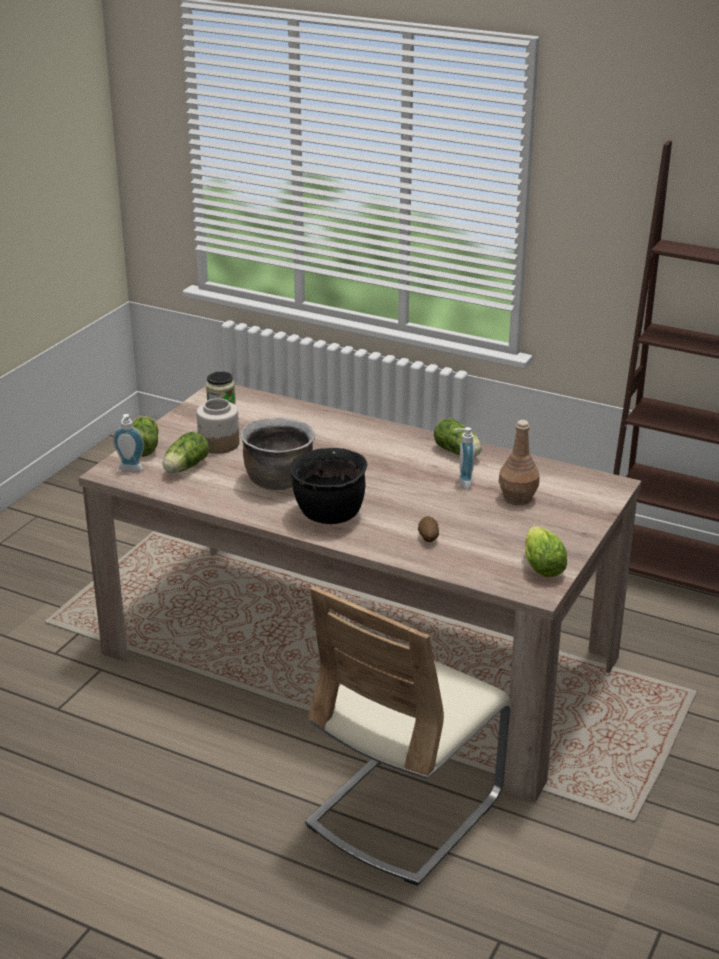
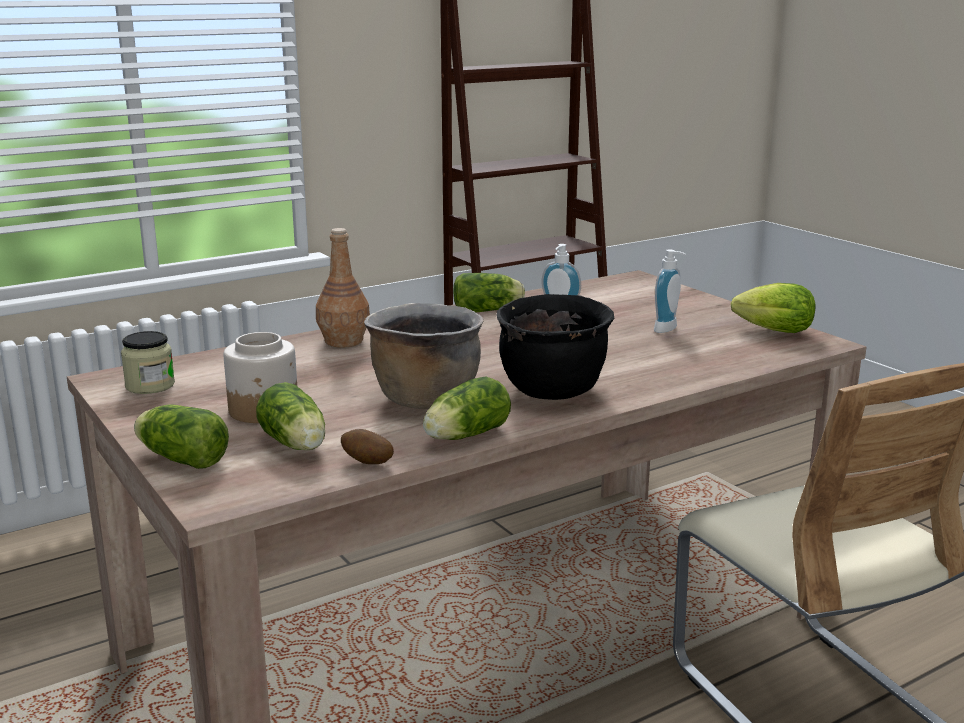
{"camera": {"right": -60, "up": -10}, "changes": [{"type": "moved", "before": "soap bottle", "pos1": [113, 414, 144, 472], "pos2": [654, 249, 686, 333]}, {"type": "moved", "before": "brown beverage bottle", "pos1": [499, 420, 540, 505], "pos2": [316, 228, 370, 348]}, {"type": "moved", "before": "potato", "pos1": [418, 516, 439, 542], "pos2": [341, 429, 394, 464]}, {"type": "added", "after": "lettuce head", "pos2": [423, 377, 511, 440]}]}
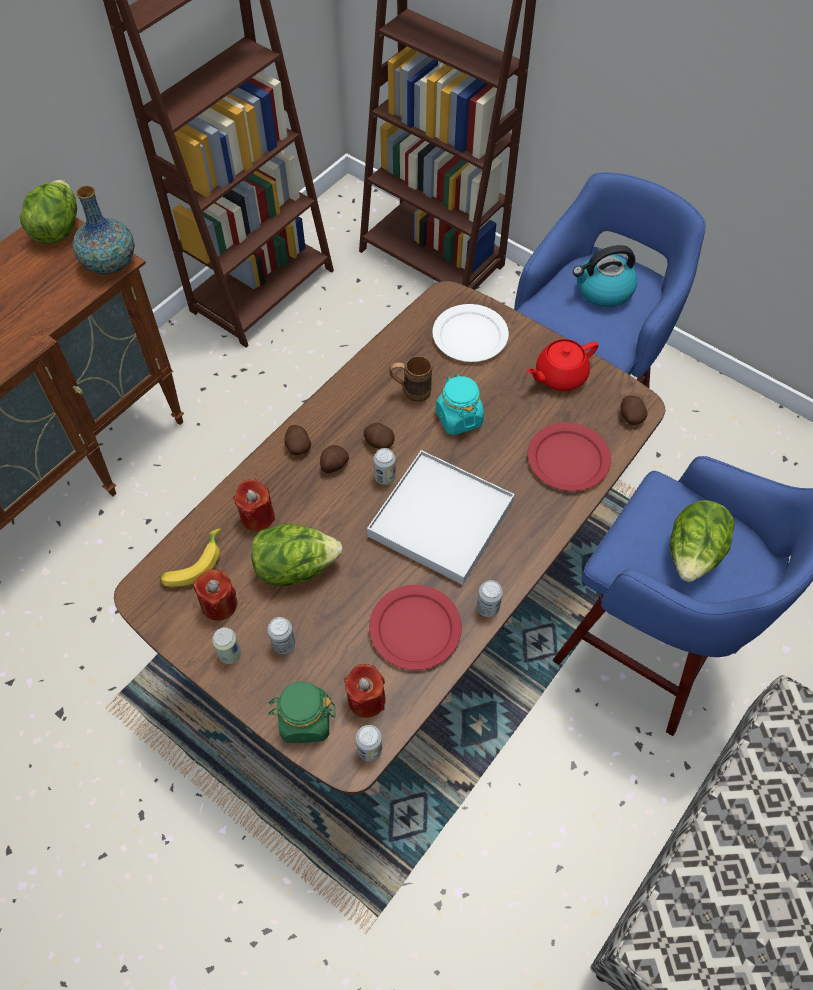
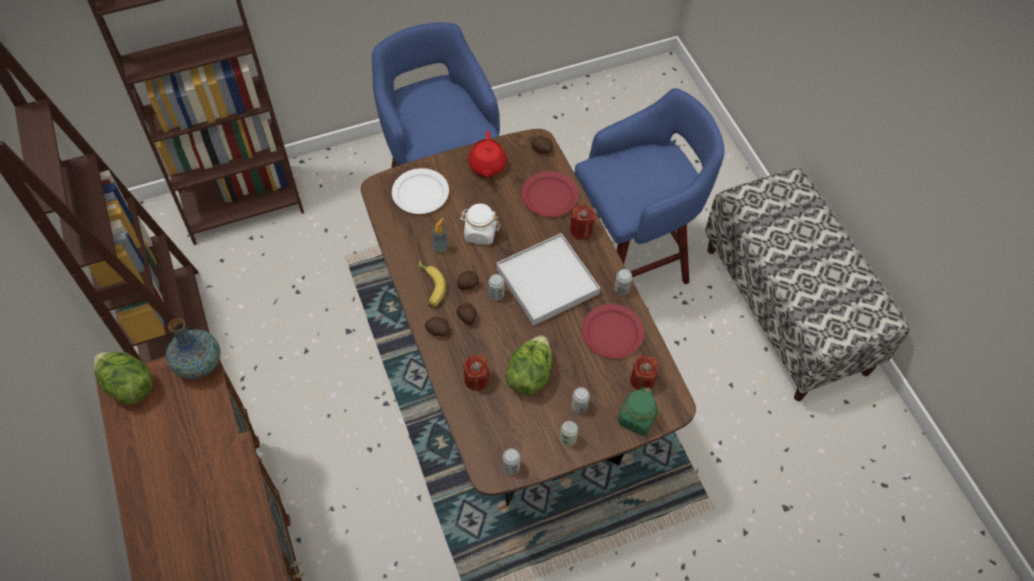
{"camera": {"right": -60, "up": 0}, "changes": [{"type": "removed", "before": "tea kettle", "pos1": [573, 245, 637, 307]}, {"type": "replaced", "before": "brown tea mug", "after": "soap bottle", "pos1": [389, 356, 432, 402], "pos2": [432, 218, 449, 253]}, {"type": "recoloured", "before": "turquoise preserve jar", "after": "white-coloured preserve jar", "pos1": [436, 374, 484, 435], "pos2": [460, 203, 500, 245]}, {"type": "removed", "before": "lettuce head", "pos1": [670, 500, 735, 582]}, {"type": "moved", "before": "banana", "pos1": [159, 528, 221, 587], "pos2": [419, 261, 446, 307]}, {"type": "moved", "before": "red-coloured wax light", "pos1": [193, 569, 237, 620], "pos2": [570, 204, 595, 240]}, {"type": "moved", "before": "can", "pos1": [356, 725, 382, 762], "pos2": [503, 448, 520, 475]}]}
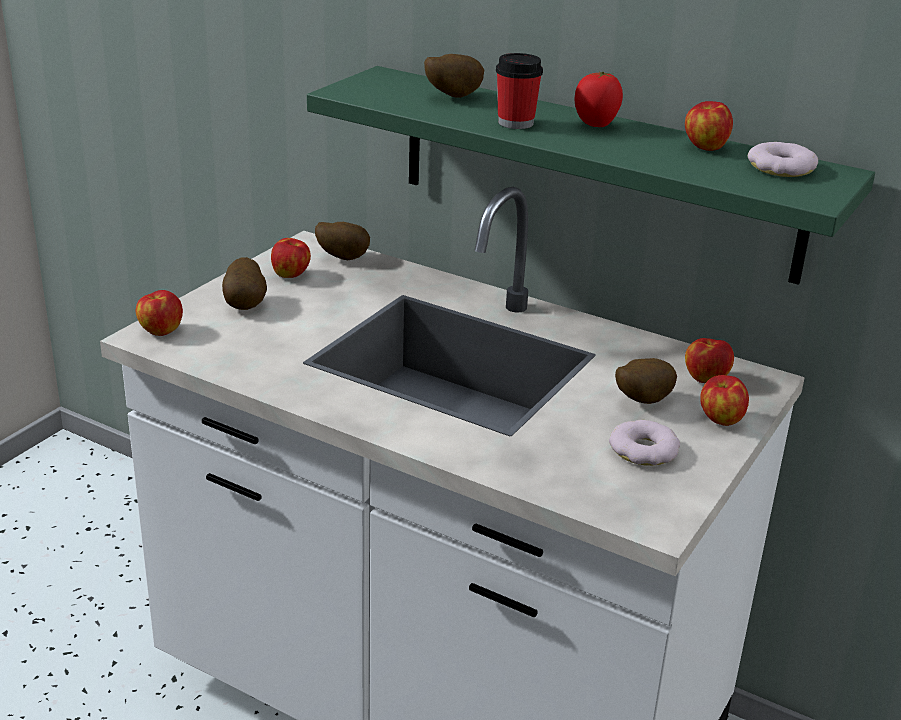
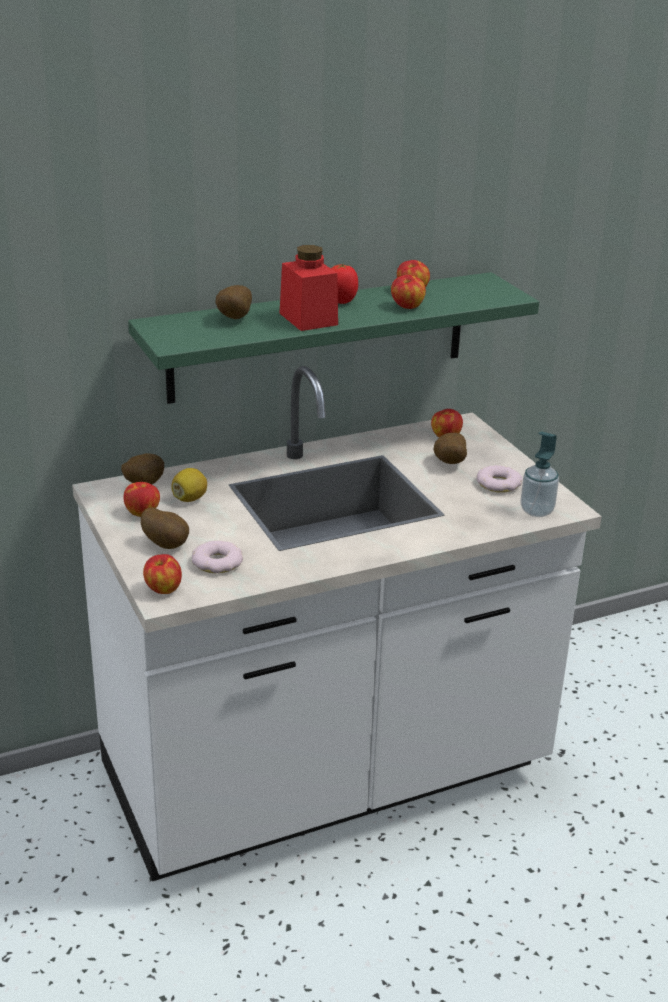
{"camera": {"right": -55, "up": 0}, "changes": [{"type": "replaced", "before": "drinking cup", "after": "red-coloured preserve jar", "pos1": [496, 53, 543, 129], "pos2": [279, 245, 338, 331]}, {"type": "moved", "before": "ring doughnut", "pos1": [748, 142, 818, 177], "pos2": [192, 541, 243, 573]}, {"type": "moved", "before": "apple", "pos1": [700, 375, 749, 426], "pos2": [391, 275, 426, 309]}, {"type": "added", "after": "soap bottle", "pos2": [521, 432, 559, 517]}, {"type": "added", "after": "citrus fruit", "pos2": [171, 468, 207, 502]}]}
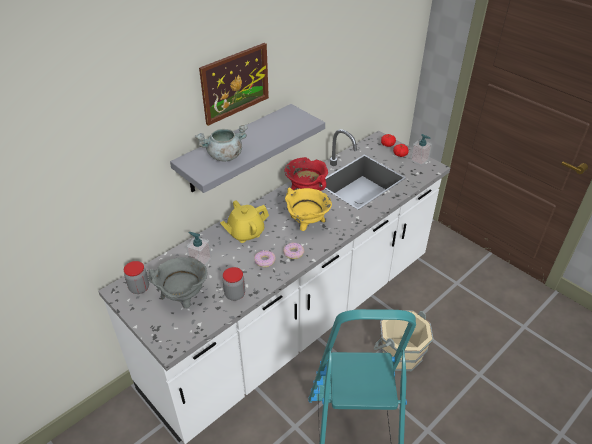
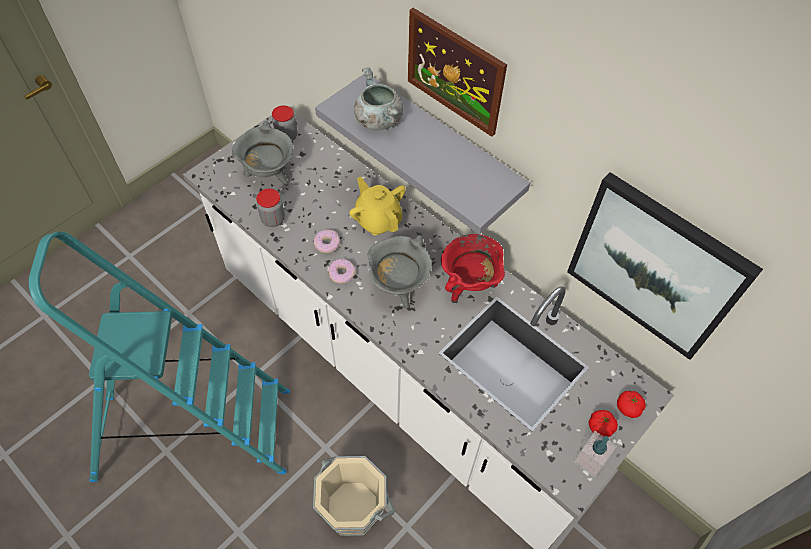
{"camera": {"right": 85, "up": 15}, "changes": [{"type": "recoloured", "before": "yellow saucepot", "after": "greyish saucepot", "pos1": [285, 188, 332, 231], "pos2": [367, 236, 432, 309]}, {"type": "removed", "before": "soap bottle", "pos1": [186, 232, 212, 266]}, {"type": "added", "after": "wall art", "pos2": [567, 172, 763, 360]}]}
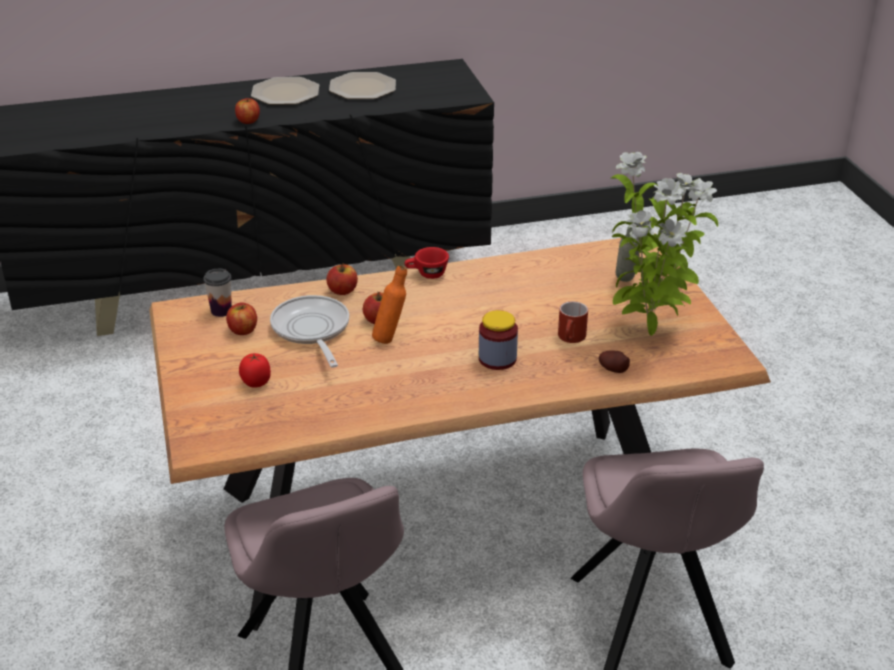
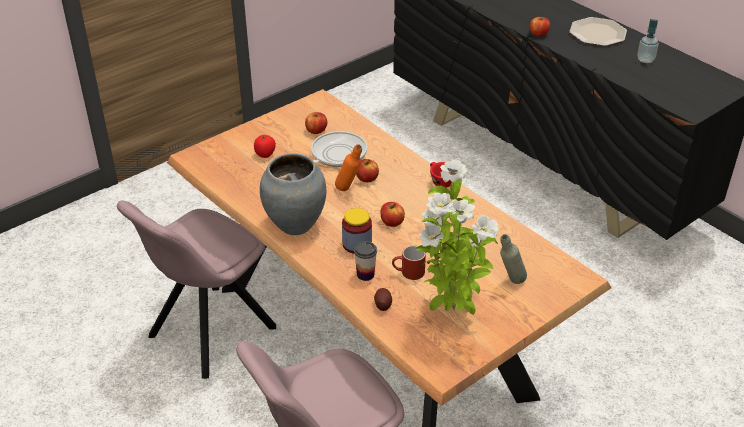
{"camera": {"right": 65, "up": 5}, "changes": [{"type": "replaced", "before": "dinner plate", "after": "soap bottle", "pos1": [329, 72, 396, 99], "pos2": [638, 19, 659, 63]}, {"type": "moved", "before": "apple", "pos1": [326, 263, 358, 295], "pos2": [380, 202, 405, 227]}, {"type": "moved", "before": "drinking cup", "pos1": [203, 268, 232, 317], "pos2": [354, 241, 377, 281]}, {"type": "added", "after": "greyish flower vase", "pos2": [260, 153, 326, 235]}]}
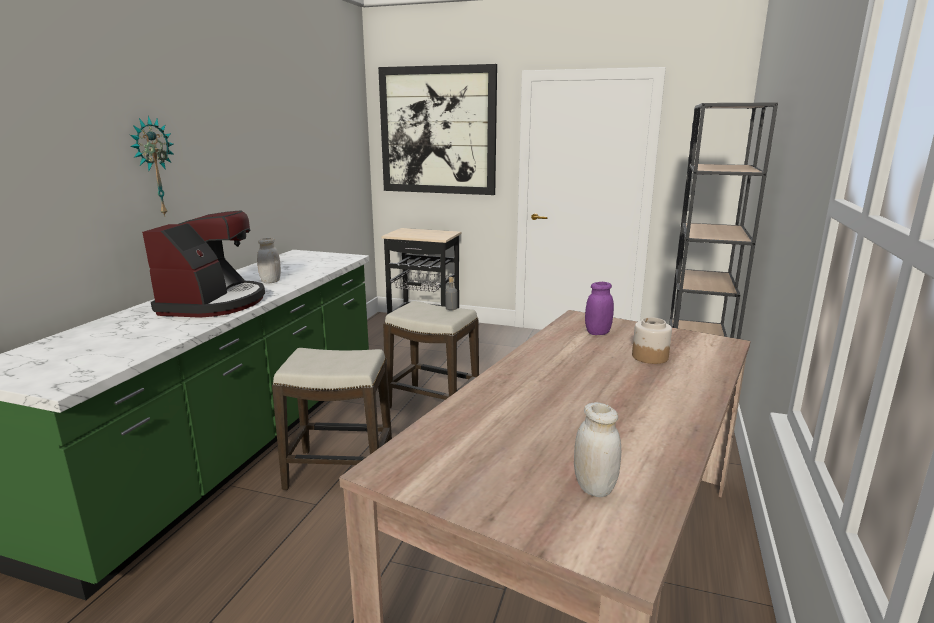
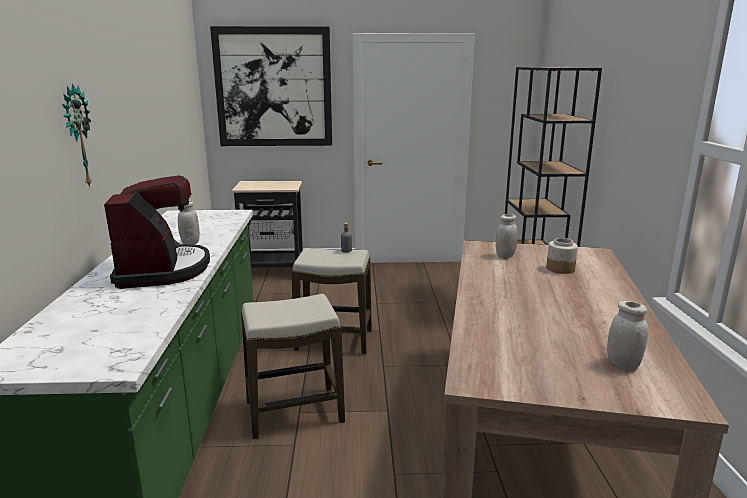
{"camera": {"right": -20, "up": 0}, "changes": [{"type": "recoloured", "before": "purplish preserve jar", "after": "white-coloured preserve jar", "pos1": [585, 282, 614, 335], "pos2": [496, 214, 518, 258]}]}
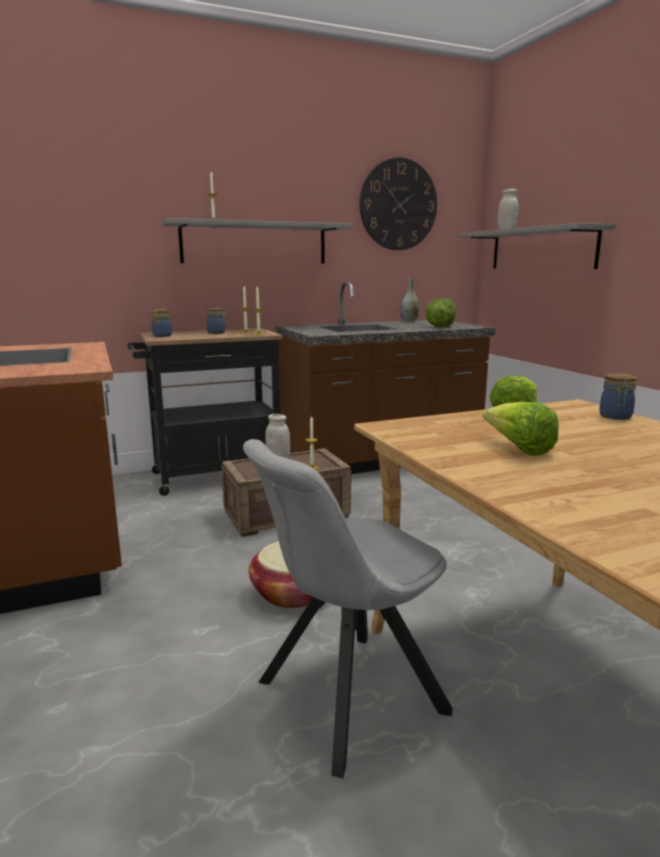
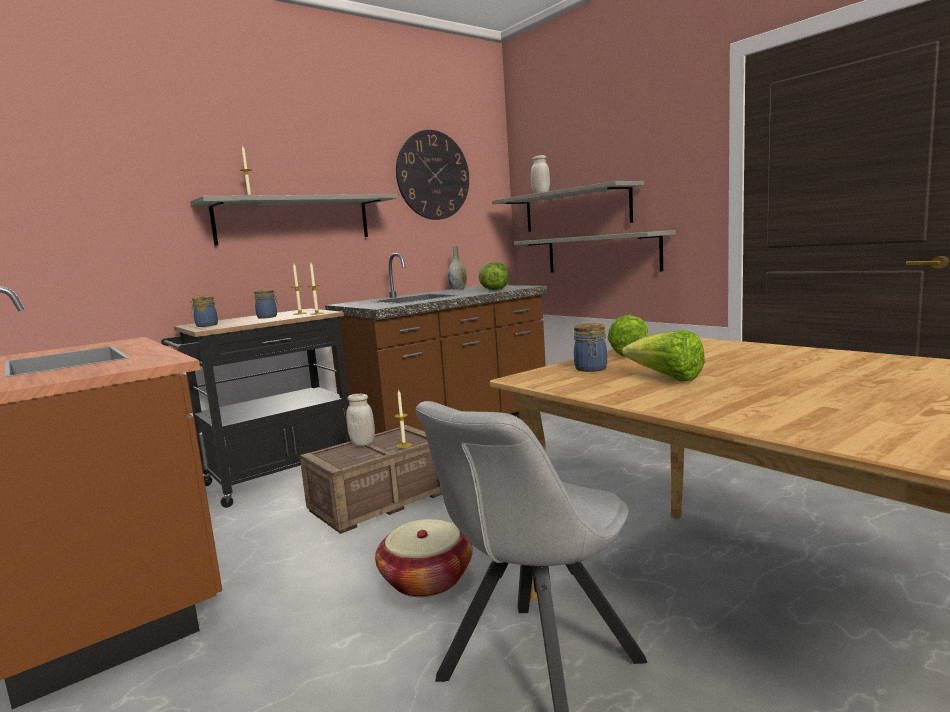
{"camera": {"right": -15, "up": -5}, "changes": [{"type": "moved", "before": "preserve jar", "pos1": [599, 373, 637, 420], "pos2": [574, 323, 607, 372]}, {"type": "added", "after": "greyish bracket shelf", "pos2": [514, 230, 676, 272]}]}
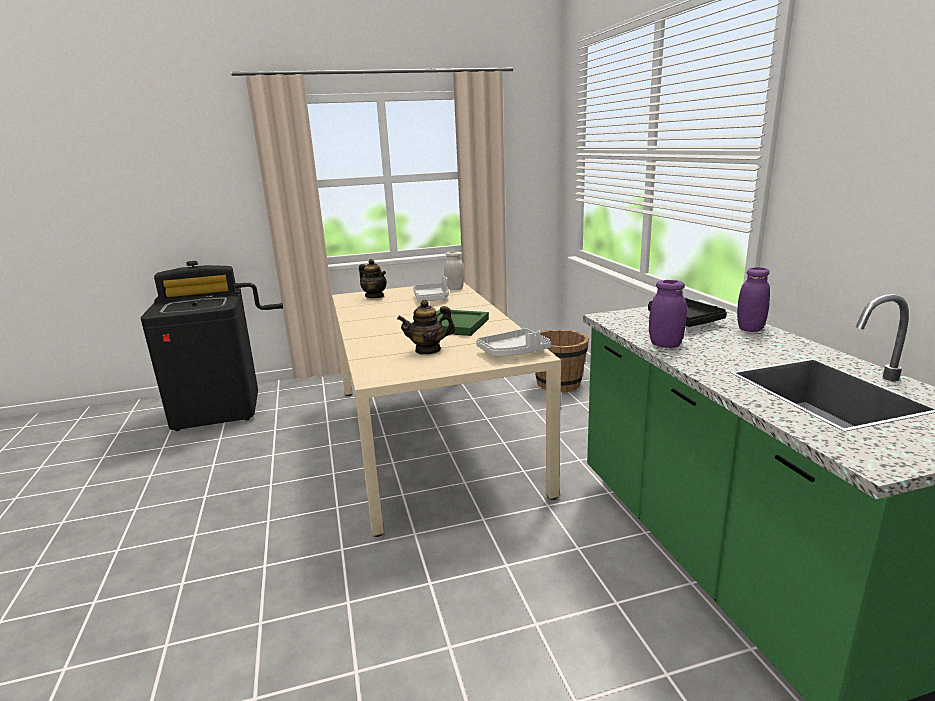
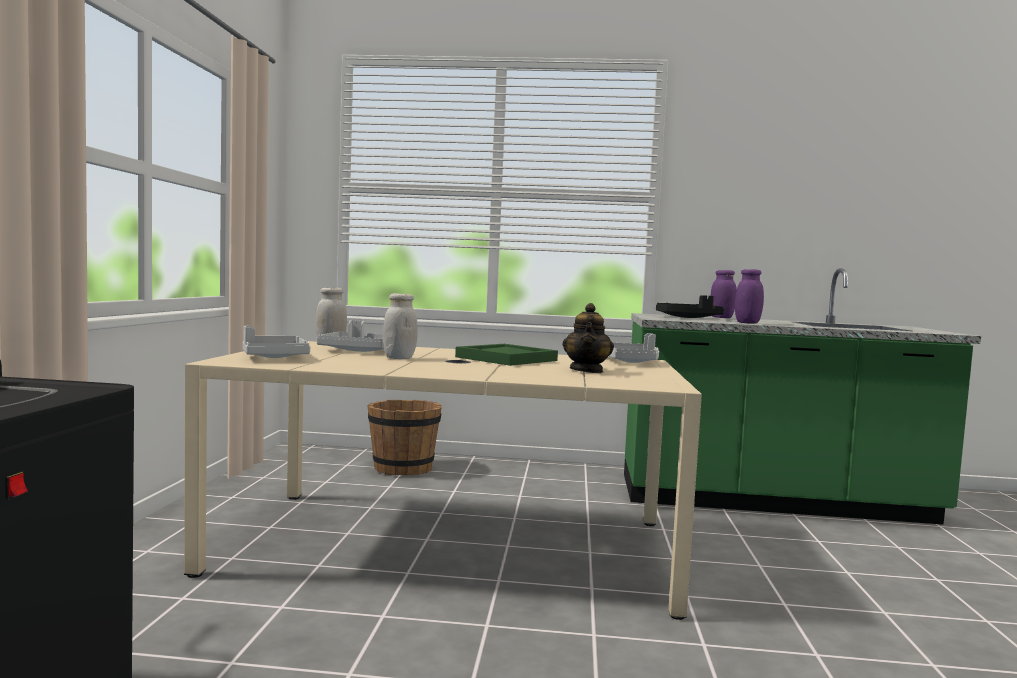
{"camera": {"right": -70, "up": -15}, "changes": [{"type": "replaced", "before": "teapot", "after": "greyish carrying tray", "pos1": [359, 259, 387, 298], "pos2": [243, 326, 311, 358]}, {"type": "added", "after": "white-coloured preserve jar", "pos2": [383, 293, 418, 359]}]}
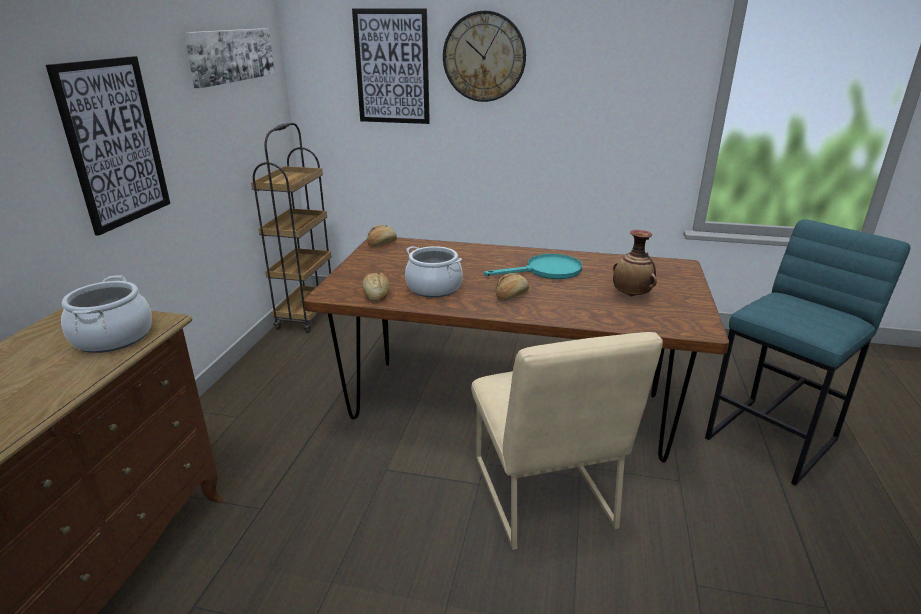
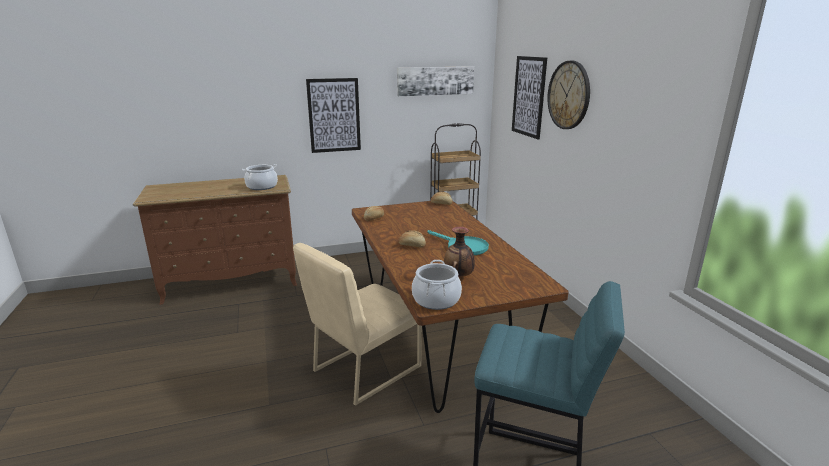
{"camera": {"right": 60, "up": -5}, "changes": [{"type": "moved", "before": "saucepot", "pos1": [405, 246, 463, 298], "pos2": [412, 260, 462, 310]}]}
